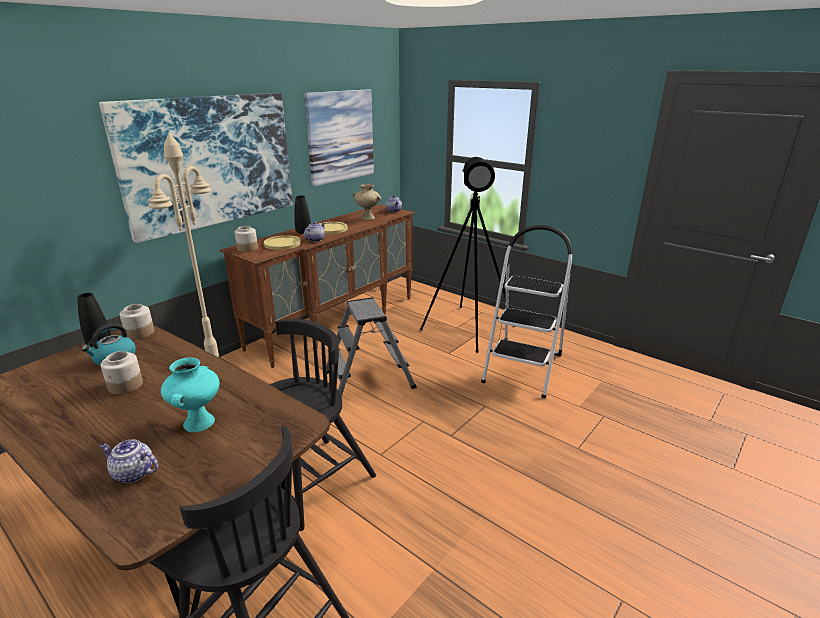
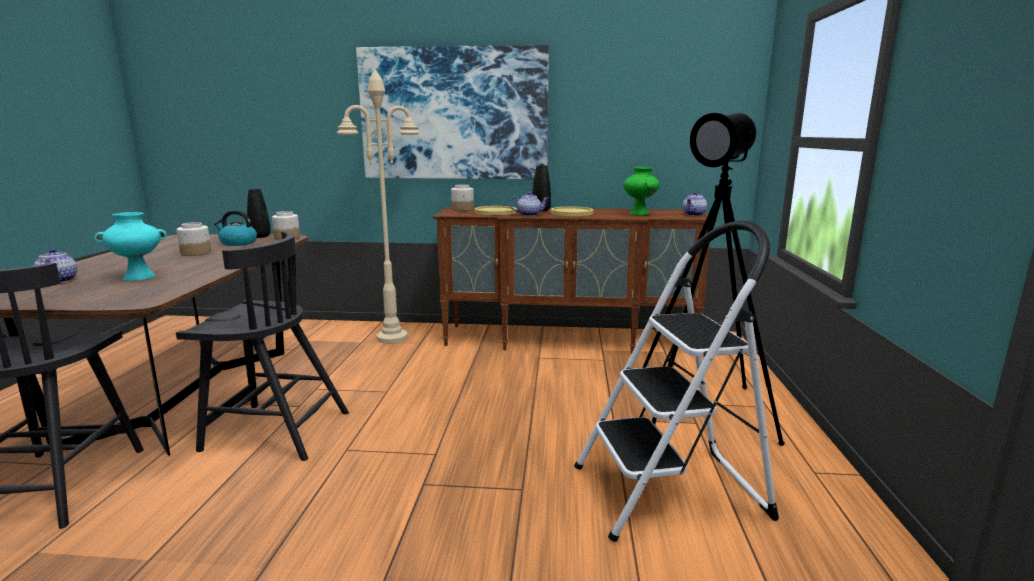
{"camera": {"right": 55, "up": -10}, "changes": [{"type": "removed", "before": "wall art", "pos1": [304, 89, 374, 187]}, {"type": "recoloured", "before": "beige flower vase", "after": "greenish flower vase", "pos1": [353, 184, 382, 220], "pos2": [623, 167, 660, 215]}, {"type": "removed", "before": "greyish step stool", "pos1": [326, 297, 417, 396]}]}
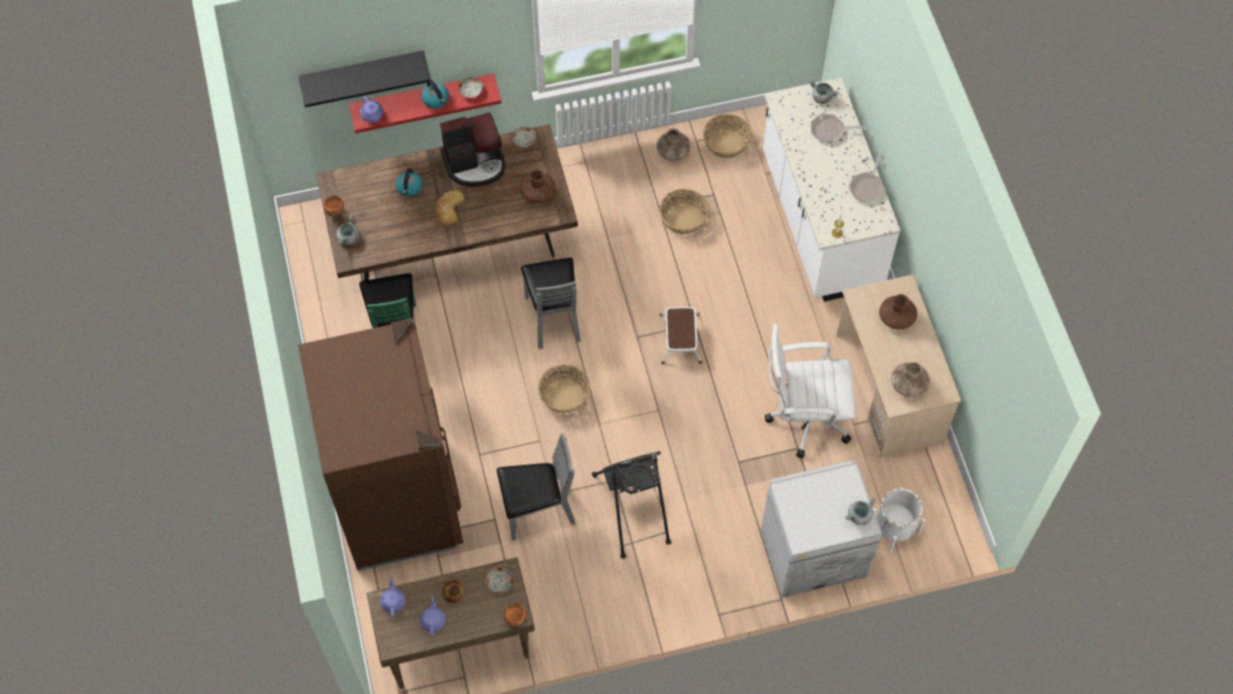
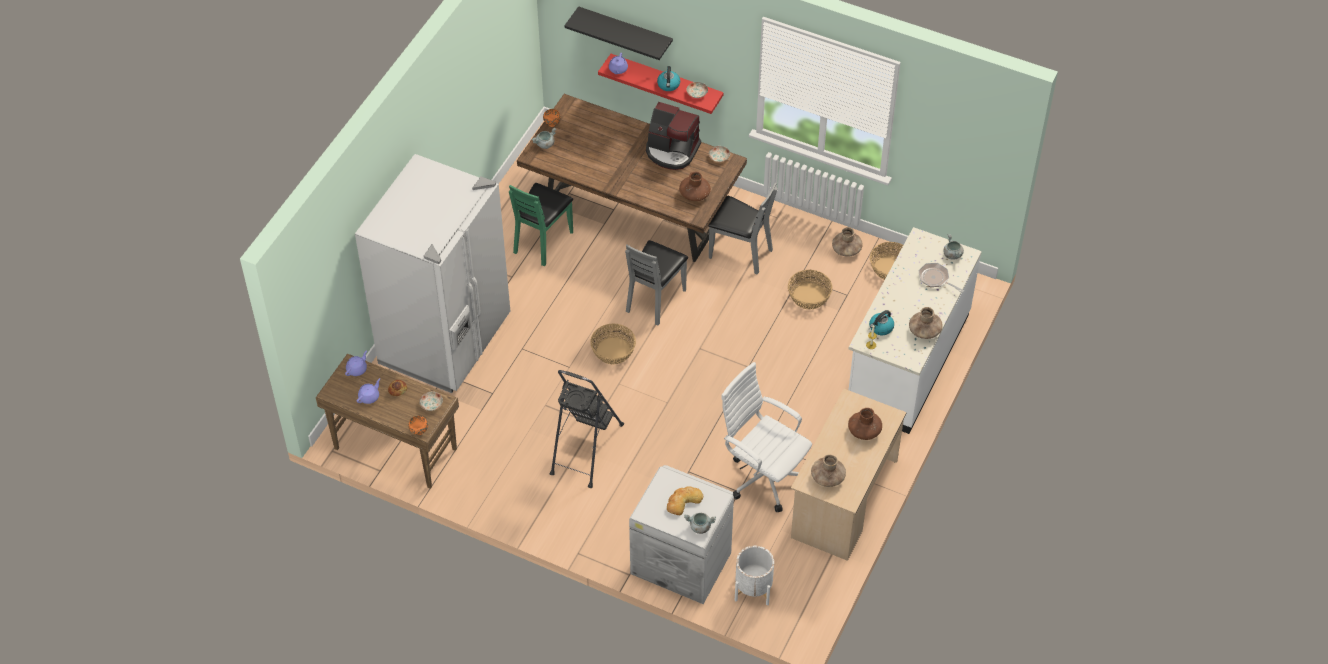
{"camera": {"right": 40, "up": -10}, "changes": [{"type": "replaced", "before": "pan", "after": "brown flower vase", "pos1": [849, 154, 885, 203], "pos2": [909, 307, 943, 339]}, {"type": "moved", "before": "tea kettle", "pos1": [395, 168, 423, 197], "pos2": [869, 310, 894, 335]}, {"type": "moved", "before": "bakery bread", "pos1": [436, 190, 464, 226], "pos2": [667, 486, 703, 515]}, {"type": "removed", "before": "brown step stool", "pos1": [659, 307, 702, 365]}, {"type": "recoloured", "before": "brown fridge", "after": "white-coloured fridge", "pos1": [298, 318, 463, 571], "pos2": [355, 154, 510, 393]}, {"type": "moved", "before": "greyish plain chair", "pos1": [497, 434, 575, 541], "pos2": [708, 183, 778, 274]}]}
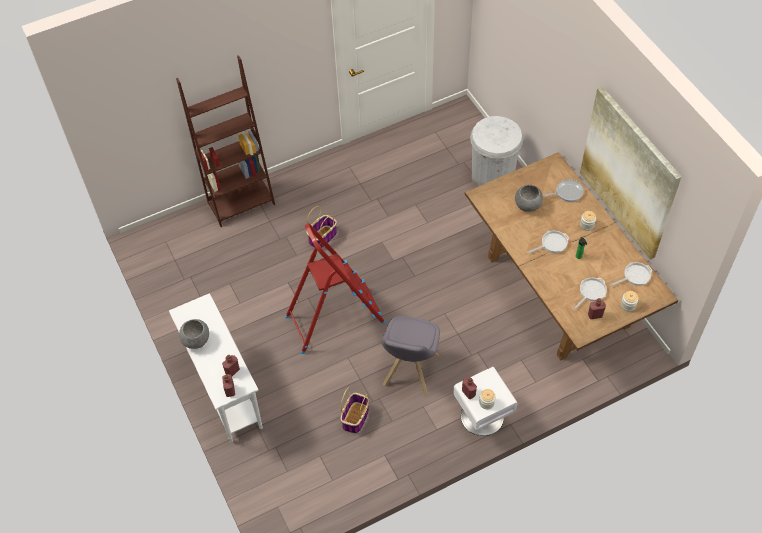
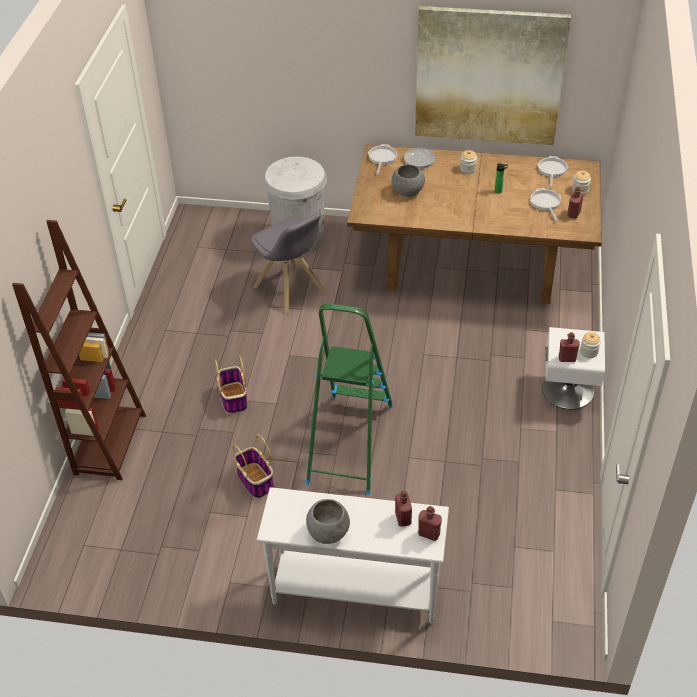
{"camera": {"right": -55, "up": -10}, "changes": [{"type": "recoloured", "before": "red-coloured step stool", "after": "greenish step stool", "pos1": [285, 223, 386, 354], "pos2": [306, 304, 393, 495]}, {"type": "moved", "before": "pan", "pos1": [527, 231, 569, 253], "pos2": [368, 144, 398, 176]}, {"type": "moved", "before": "greyish plain chair", "pos1": [382, 316, 440, 395], "pos2": [251, 212, 326, 314]}, {"type": "moved", "before": "basket", "pos1": [341, 387, 369, 434], "pos2": [232, 434, 274, 499]}]}
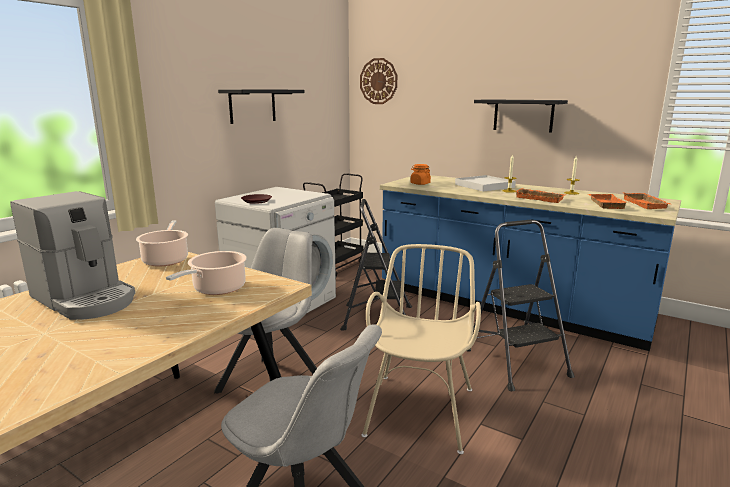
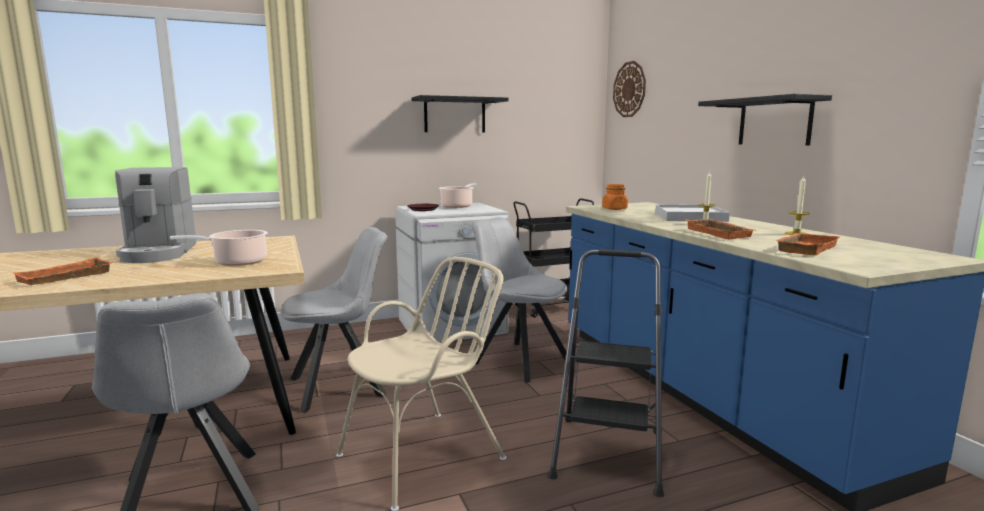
{"camera": {"right": 35, "up": -5}, "changes": [{"type": "moved", "before": "orange-coloured carrying tray", "pos1": [622, 192, 671, 209], "pos2": [13, 257, 113, 285]}, {"type": "replaced", "before": "blackish step stool", "after": "greyish plain chair", "pos1": [340, 199, 412, 331], "pos2": [472, 217, 567, 383]}, {"type": "moved", "before": "saucepot", "pos1": [136, 220, 188, 267], "pos2": [439, 183, 476, 208]}]}
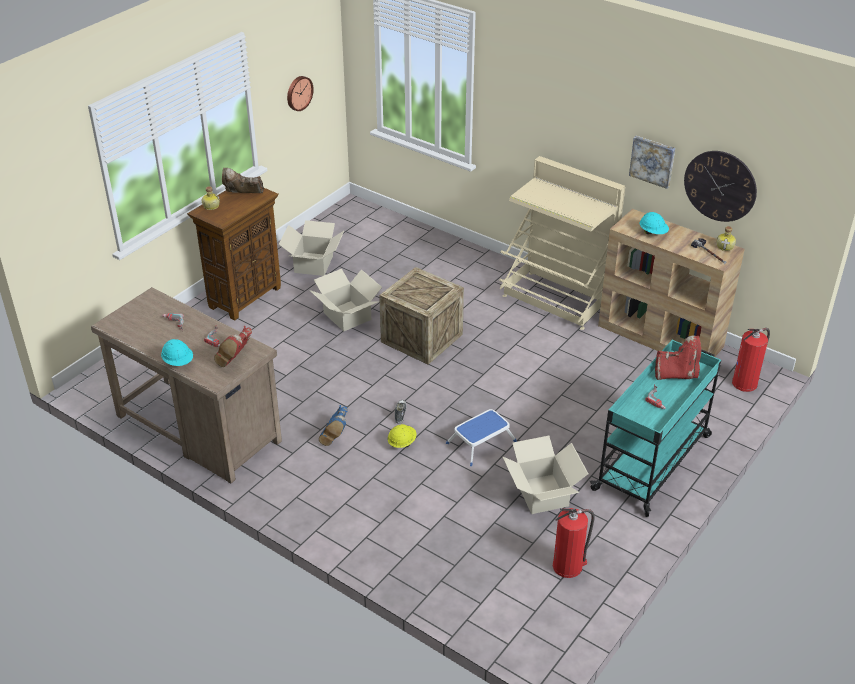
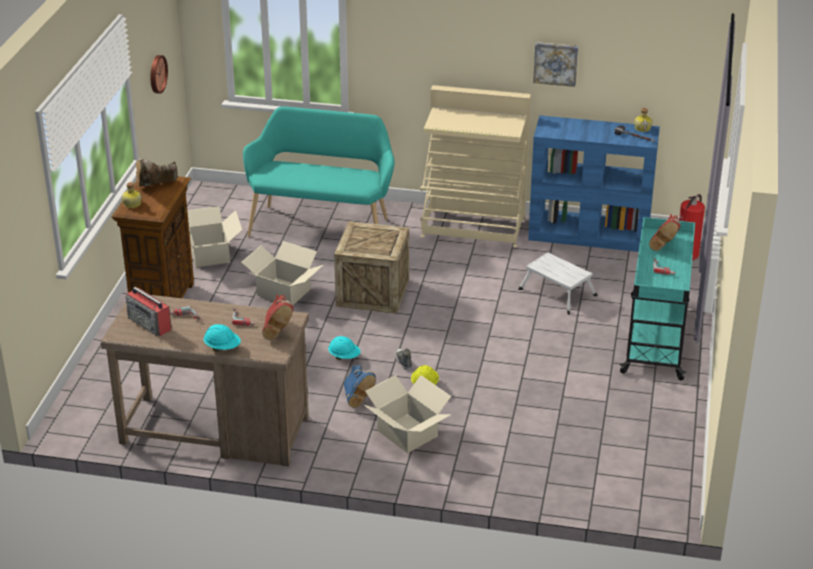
{"camera": {"right": -25, "up": -5}, "changes": [{"type": "removed", "before": "clock on the wall", "pos1": [684, 151, 757, 222]}, {"type": "recoloured", "before": "brown bookcase", "after": "blue bookcase", "pos1": [598, 209, 745, 357], "pos2": [528, 115, 660, 252]}, {"type": "moved", "before": "turquoise hard hat", "pos1": [640, 212, 669, 234], "pos2": [328, 336, 361, 360]}, {"type": "turned", "before": "red-coloured tall boot", "pos1": [655, 335, 701, 380], "pos2": [649, 214, 680, 251], "turn": 135}, {"type": "removed", "before": "blue step stool", "pos1": [446, 409, 517, 466]}, {"type": "moved", "before": "packing box", "pos1": [503, 436, 588, 514], "pos2": [364, 375, 451, 453]}, {"type": "removed", "before": "extinguisher", "pos1": [553, 508, 595, 578]}, {"type": "added", "after": "turquoise bench", "pos2": [243, 106, 395, 237]}, {"type": "added", "after": "white-coloured step stool", "pos2": [518, 252, 598, 315]}, {"type": "added", "after": "radio", "pos2": [126, 287, 171, 336]}]}
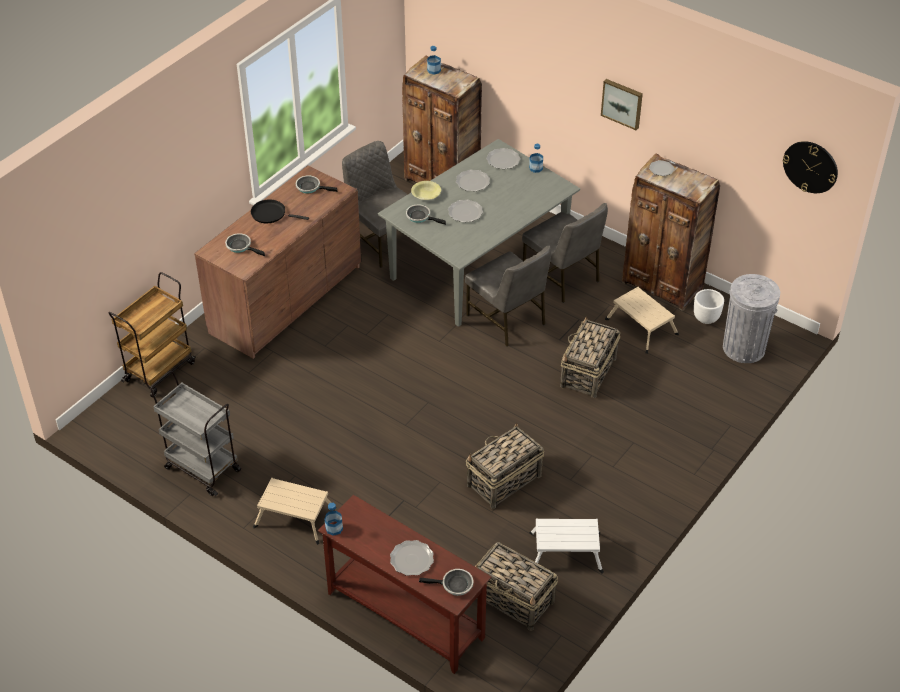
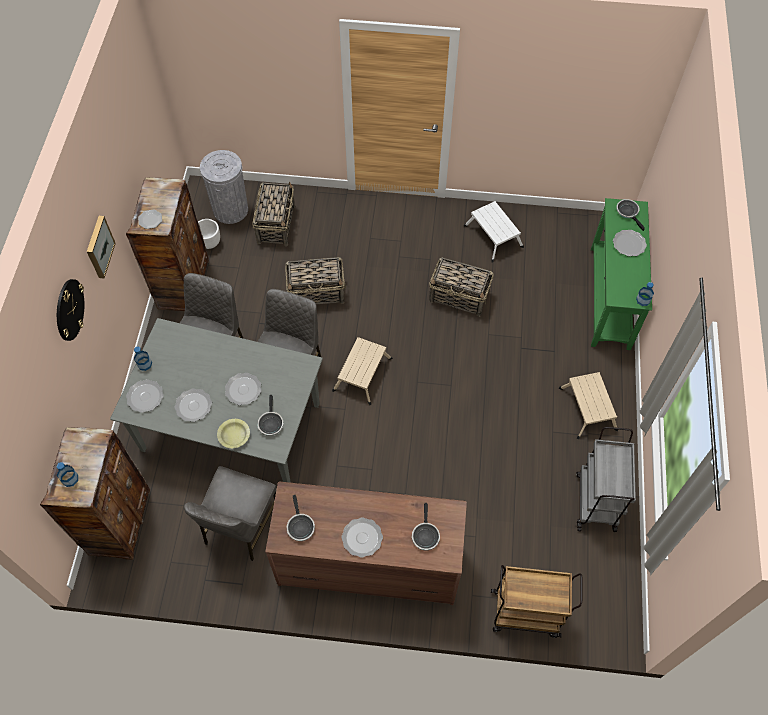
{"camera": {"right": -120, "up": 15}, "changes": [{"type": "moved", "before": "clock on the wall", "pos1": [783, 141, 838, 193], "pos2": [57, 279, 84, 341]}, {"type": "replaced", "before": "blackish pan", "after": "dinner plate", "pos1": [251, 200, 309, 223], "pos2": [341, 517, 383, 558]}, {"type": "moved", "before": "beige step stool", "pos1": [605, 287, 679, 354], "pos2": [332, 337, 393, 405]}, {"type": "recoloured", "before": "brown hall table", "after": "greenish hall table", "pos1": [318, 495, 491, 674], "pos2": [591, 198, 652, 350]}, {"type": "moved", "before": "basket", "pos1": [475, 542, 558, 631], "pos2": [252, 182, 295, 246]}]}
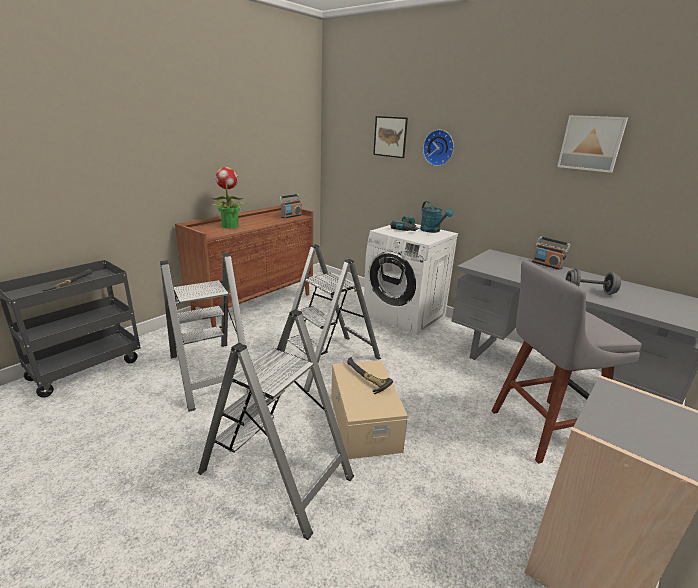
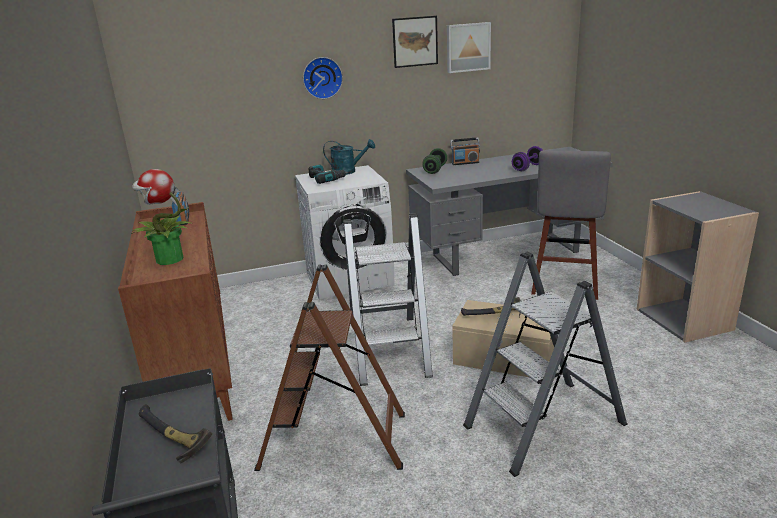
{"camera": {"right": -55, "up": 0}, "changes": [{"type": "moved", "before": "wall art", "pos1": [373, 116, 408, 158], "pos2": [392, 16, 438, 68]}, {"type": "recoloured", "before": "greyish step stool", "after": "brown step stool", "pos1": [160, 253, 250, 412], "pos2": [254, 264, 405, 471]}, {"type": "recoloured", "before": "greyish free weight", "after": "purplish free weight", "pos1": [565, 269, 621, 295], "pos2": [512, 146, 543, 171]}, {"type": "added", "after": "greenish free weight", "pos2": [422, 148, 447, 174]}]}
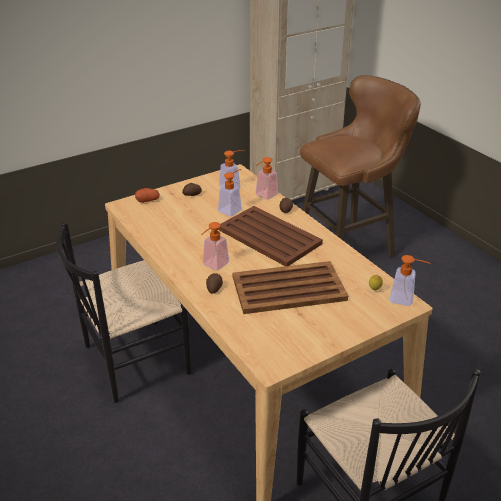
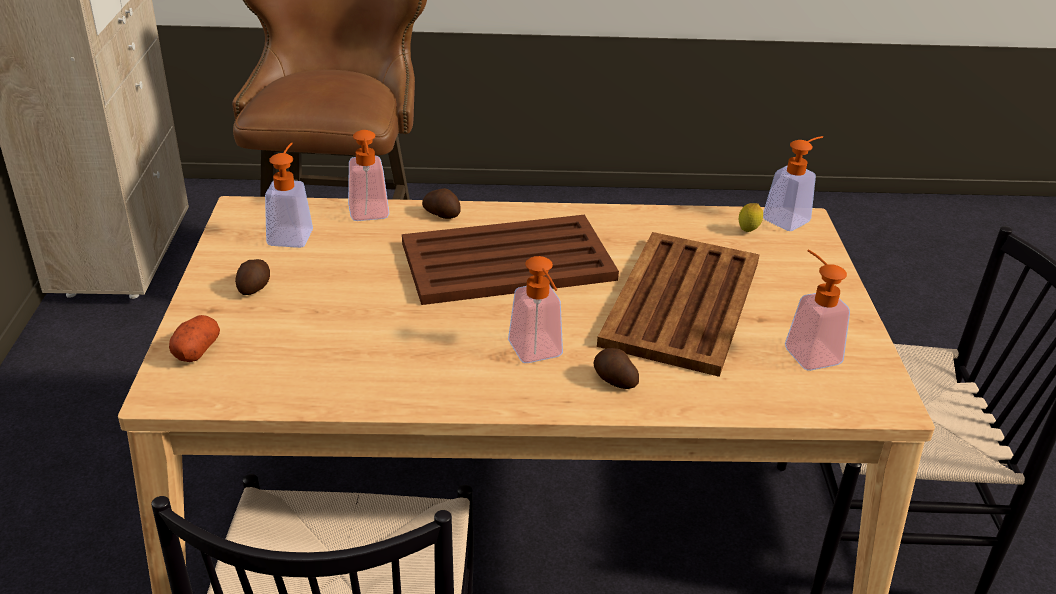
{"camera": {"right": -60, "up": 0}, "changes": [{"type": "moved", "before": "soap bottle", "pos1": [218, 169, 242, 216], "pos2": [785, 250, 850, 371]}]}
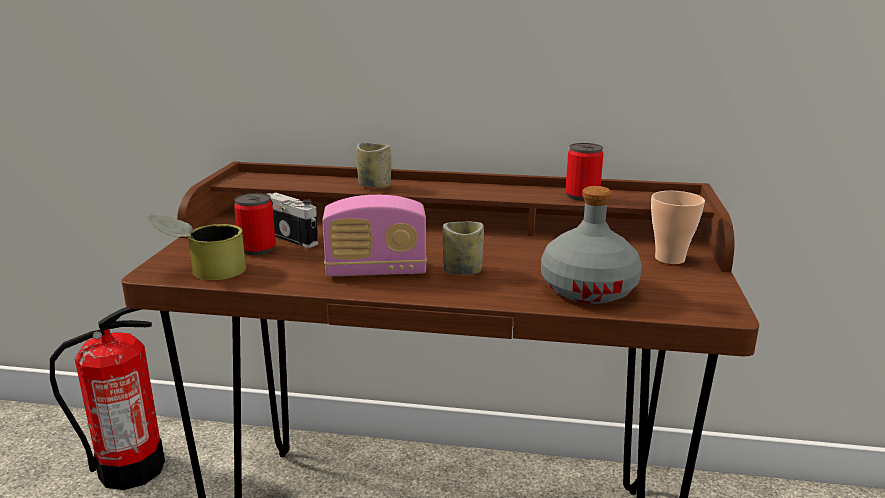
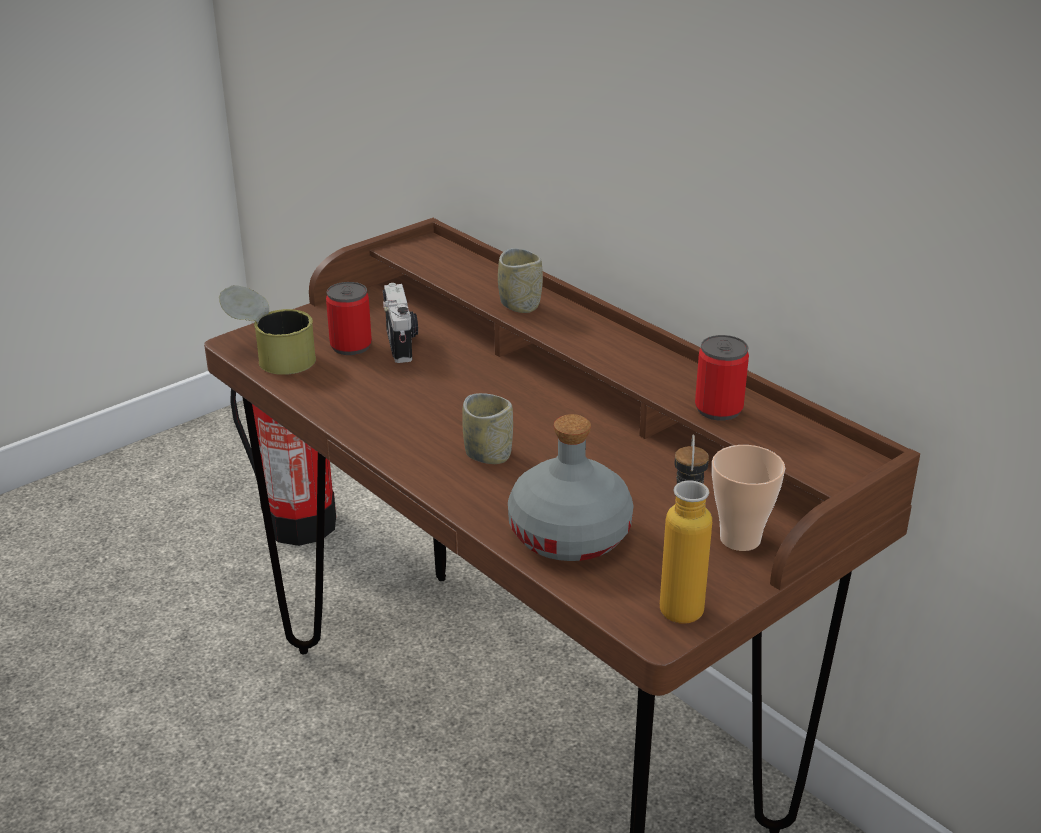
{"camera": {"right": 40, "up": 10}, "changes": [{"type": "removed", "before": "radio", "pos1": [323, 195, 427, 277]}, {"type": "added", "after": "beverage bottle", "pos2": [660, 434, 712, 624]}]}
